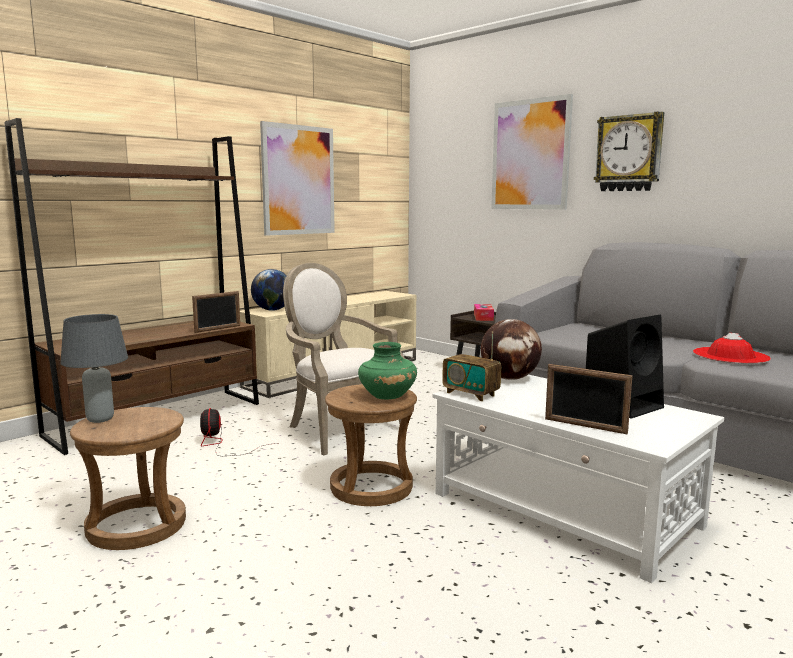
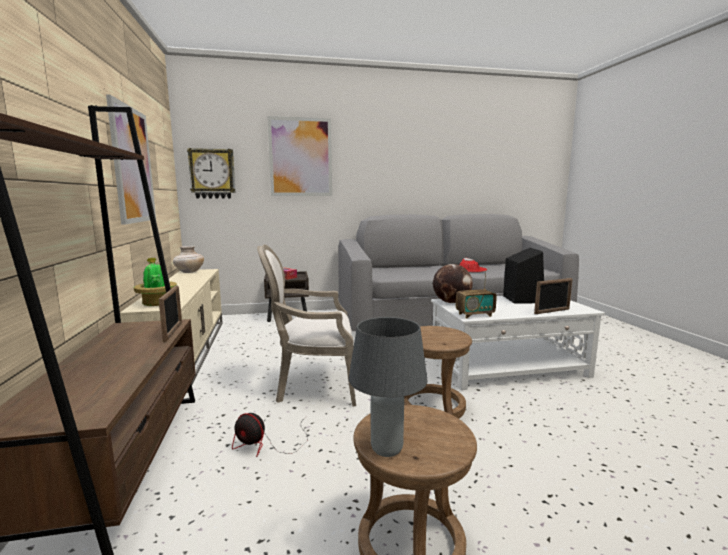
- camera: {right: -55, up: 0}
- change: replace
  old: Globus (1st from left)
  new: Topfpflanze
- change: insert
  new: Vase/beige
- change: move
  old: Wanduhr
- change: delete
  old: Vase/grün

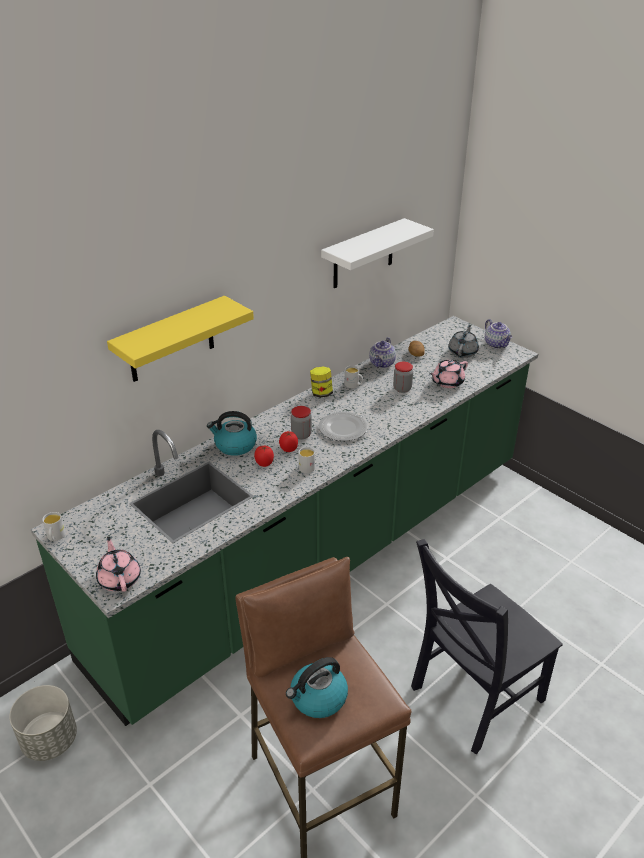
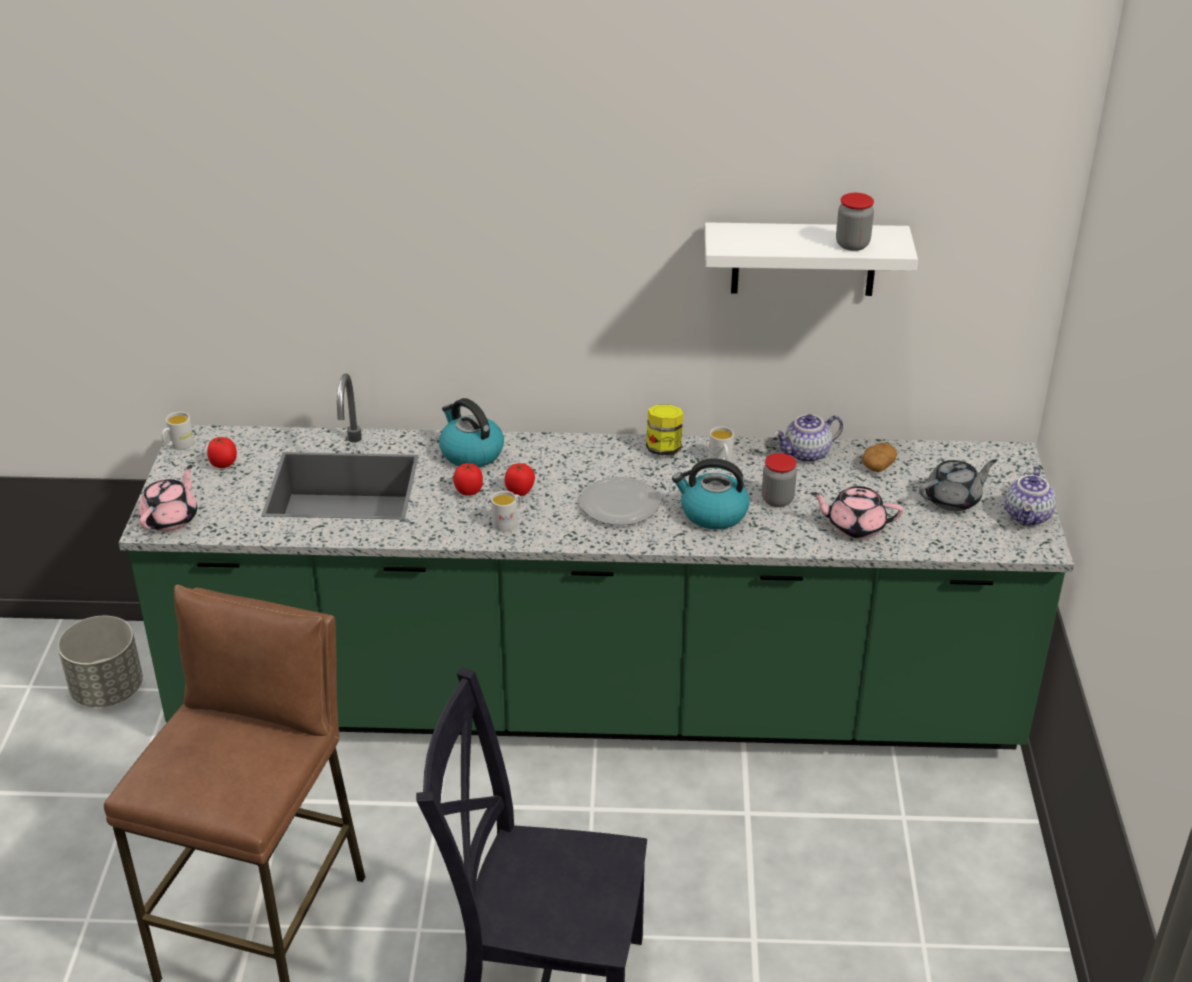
- camera: {right: 45, up: 0}
- change: insert
  new: Tomate (1st from left)
- change: move
  old: Wasserkessel (2nd from left)
- change: move
  old: Vorratsglas (1st from left in the first image)
  new: Vorratsglas (3rd from left)
- change: delete
  old: Wandregal/gelb

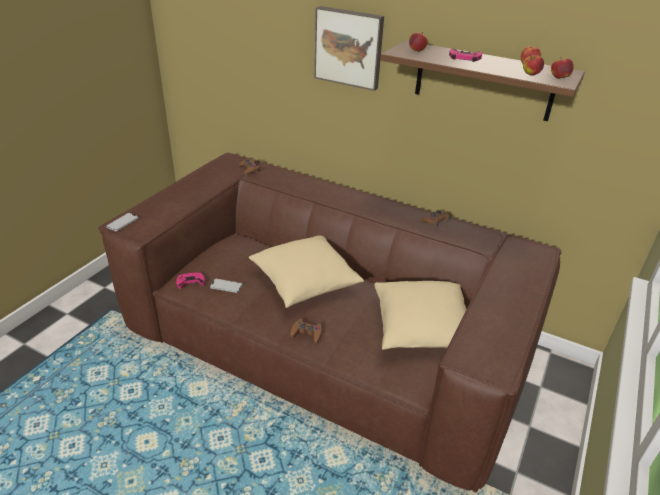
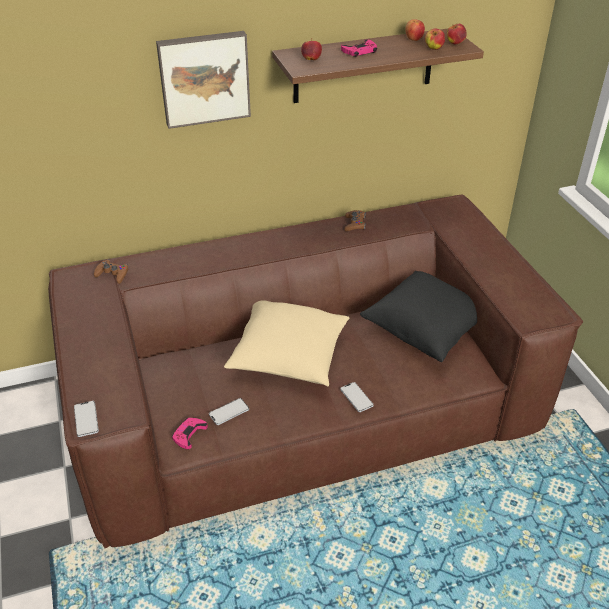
- camera: {right: -45, up: 5}
- change: replace
  old: Gamepad/braun (2nd from left)
  new: Handy (3rd from left)
- change: recolor
  old: Kissen/beige (2nd from left)
  new: Kissen/schwarz

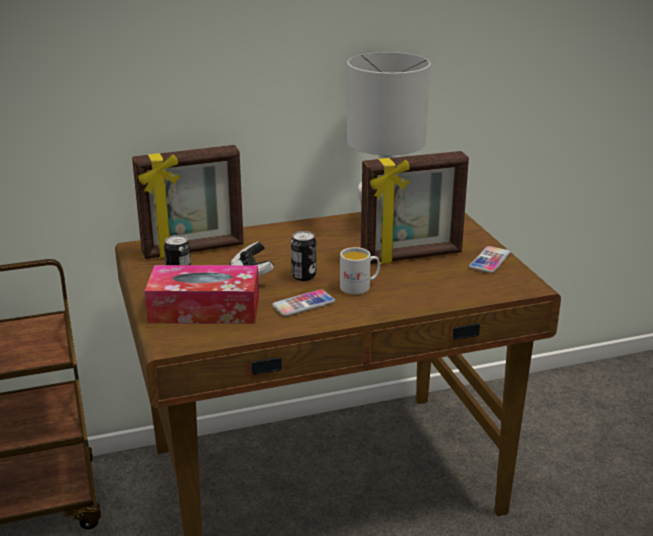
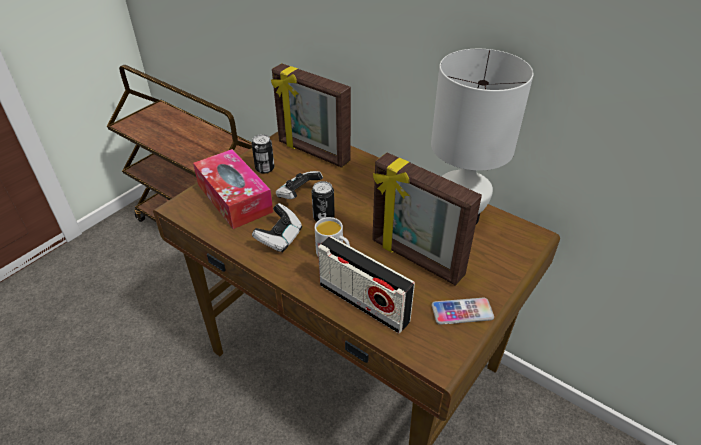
- camera: {right: 55, up: 15}
- change: replace
  old: Handy (1st from left)
  new: Gamepad (1st from left)
- change: insert
  new: Radio

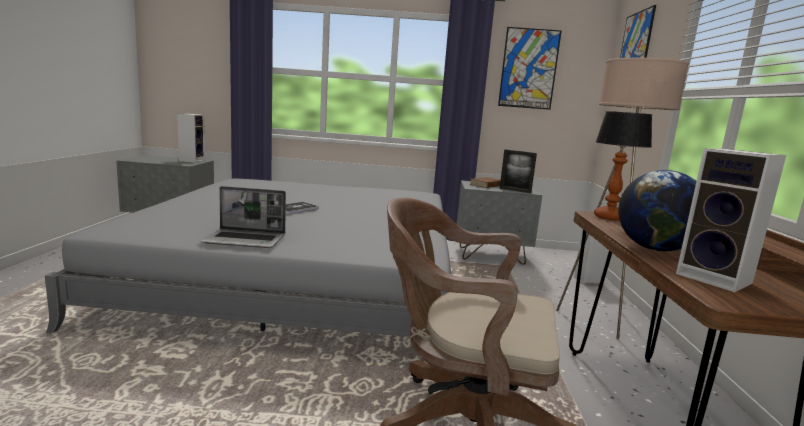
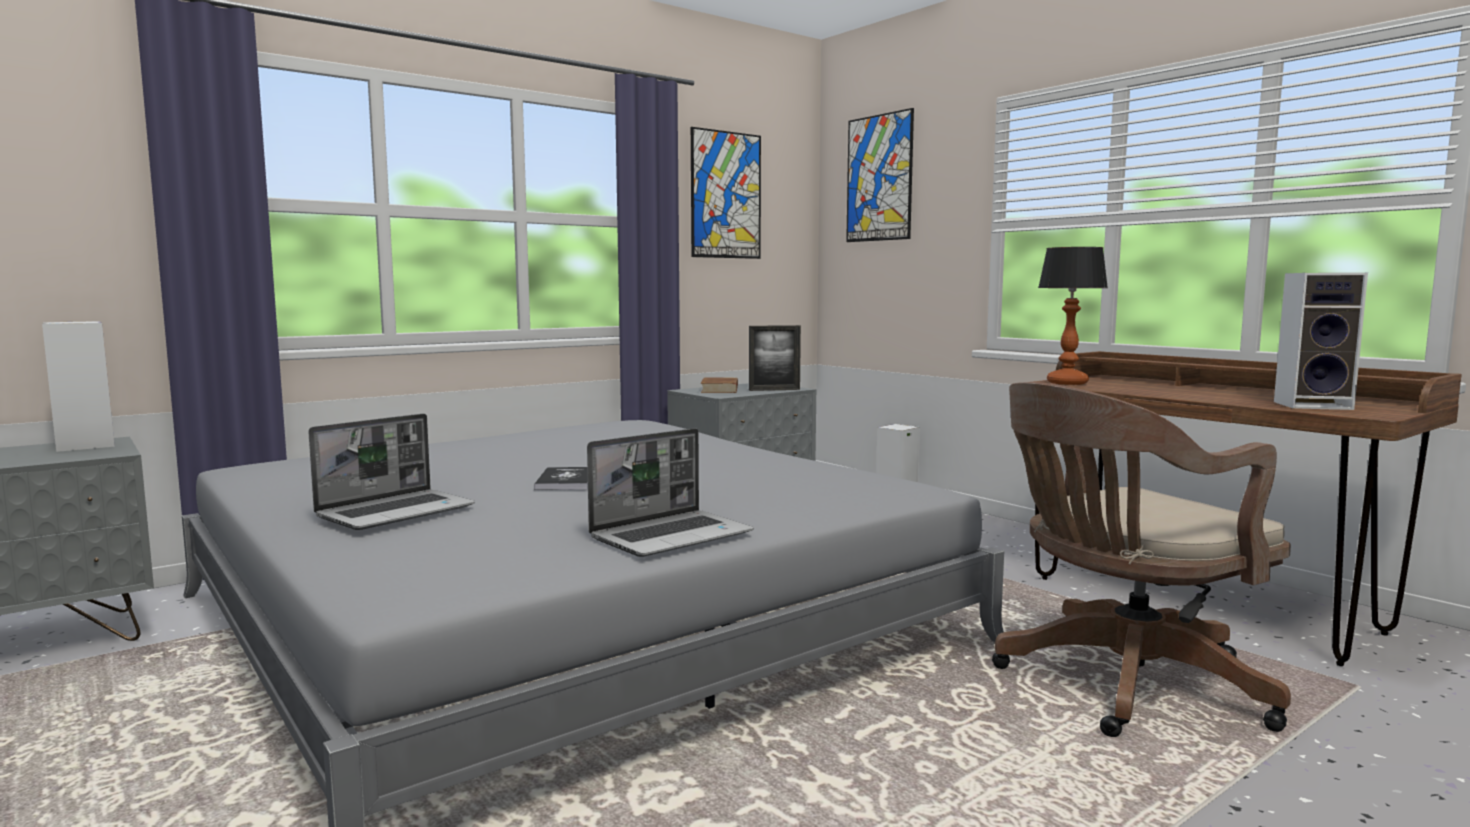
- camera: {right: -40, up: -5}
- change: insert
  new: Laptop (1st from left)
- change: delete
  old: Stehlampe/beige
- change: delete
  old: Globus

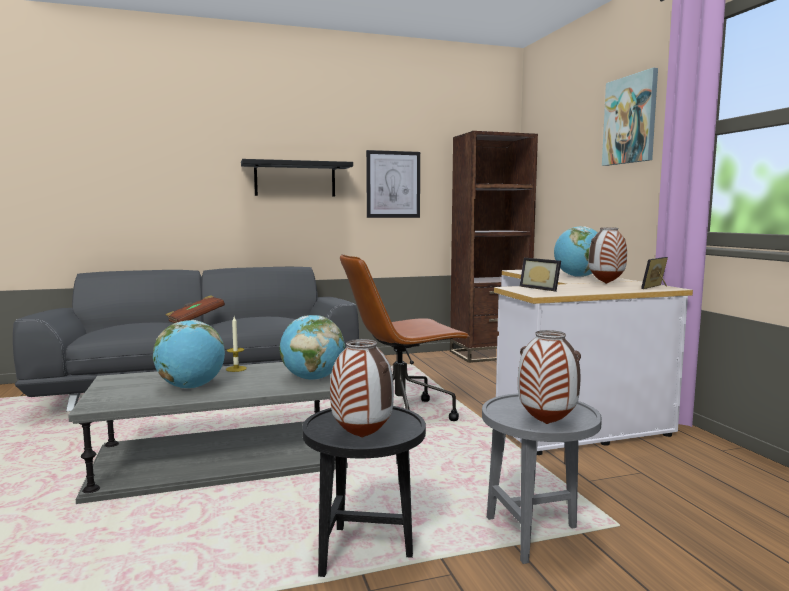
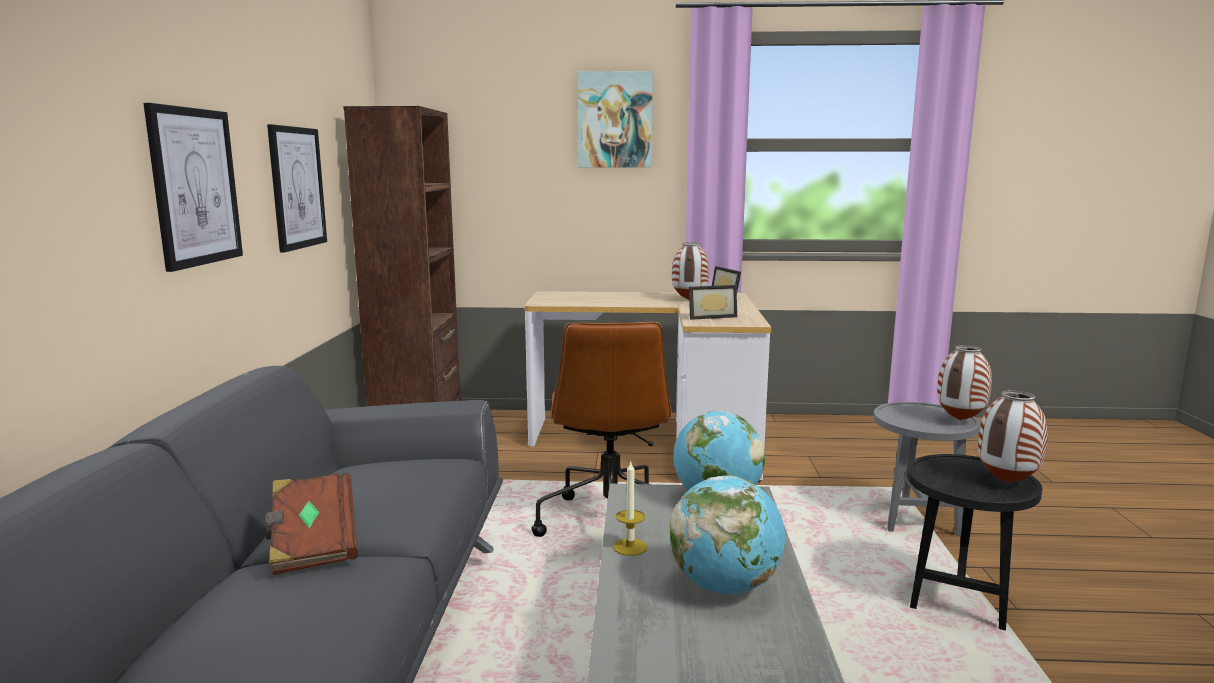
- camera: {right: -70, up: 5}
- change: replace
  old: Wandregal/schwarz
  new: Bild (1st from left)
- change: delete
  old: Globus (3rd from left)

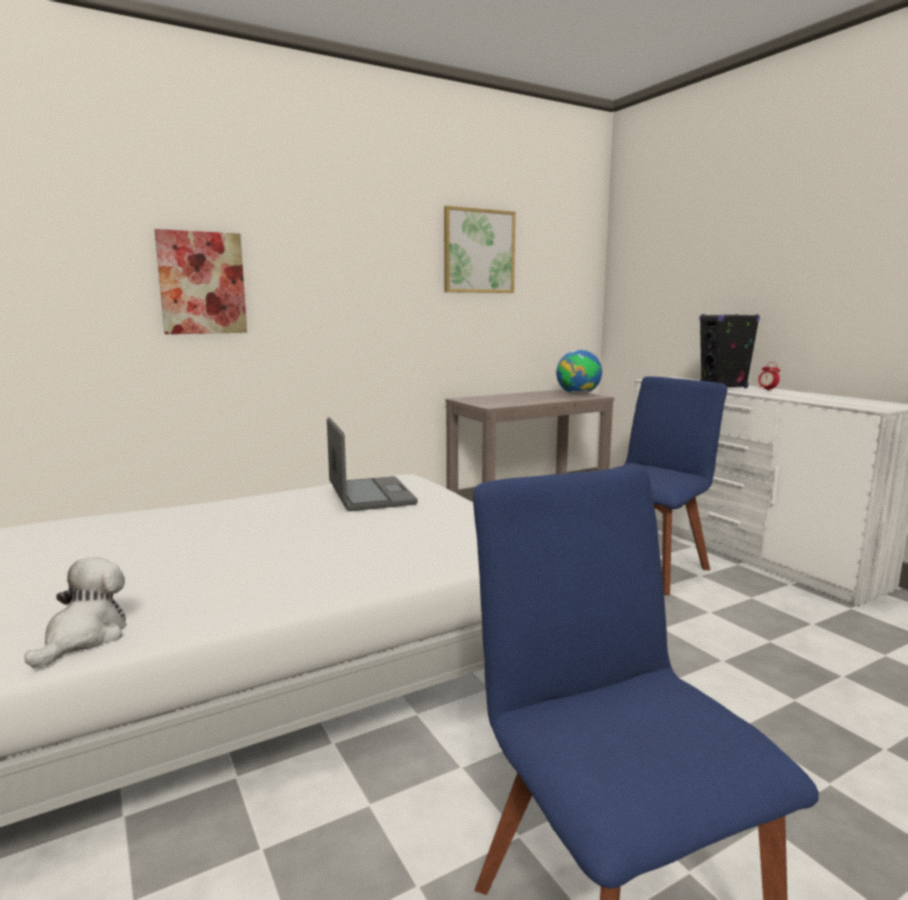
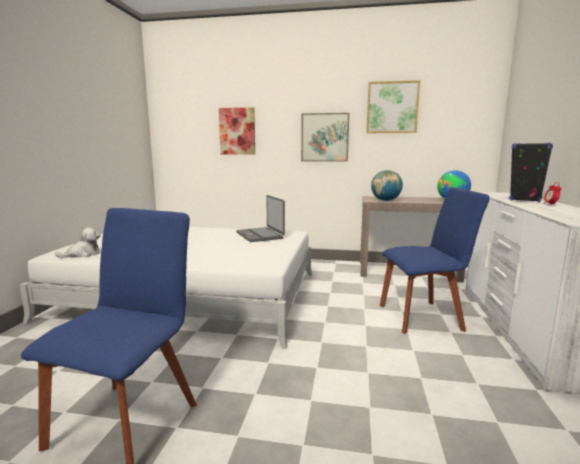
- camera: {right: 40, up: 0}
- change: rotate
  old: Laptop
  degrees: 135
- change: insert
  new: Bild (2nd from left)
- change: insert
  new: Globus (1st from left)

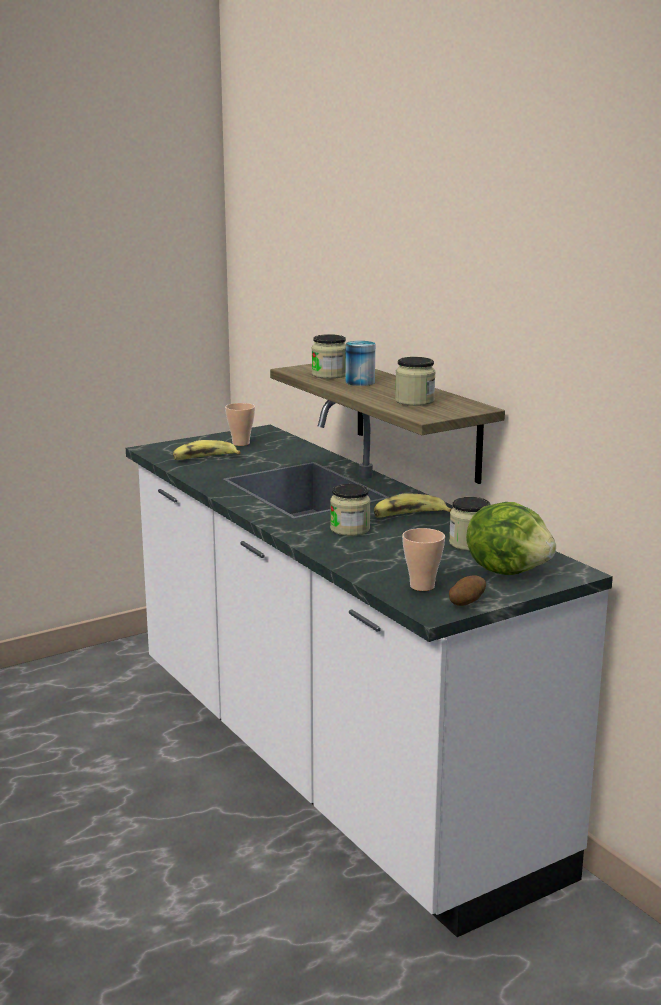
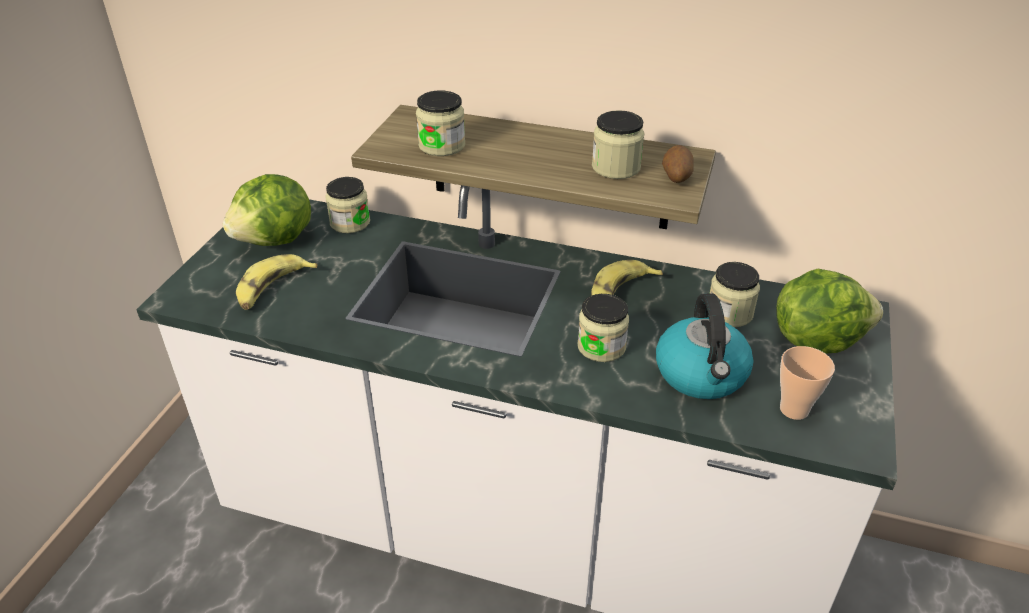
- camera: {right: -40, up: 20}
- change: replace
  old: Tasse (1st from left)
  new: Salatkopf (1st from left)
- change: insert
  new: Vorratsglas (1st from left)
- change: insert
  new: Wasserkessel
- change: move
  old: Kartoffel
- change: delete
  old: Dose

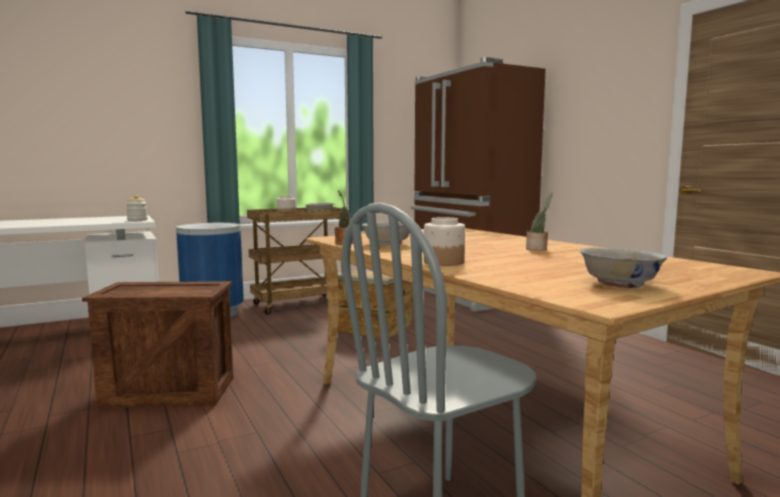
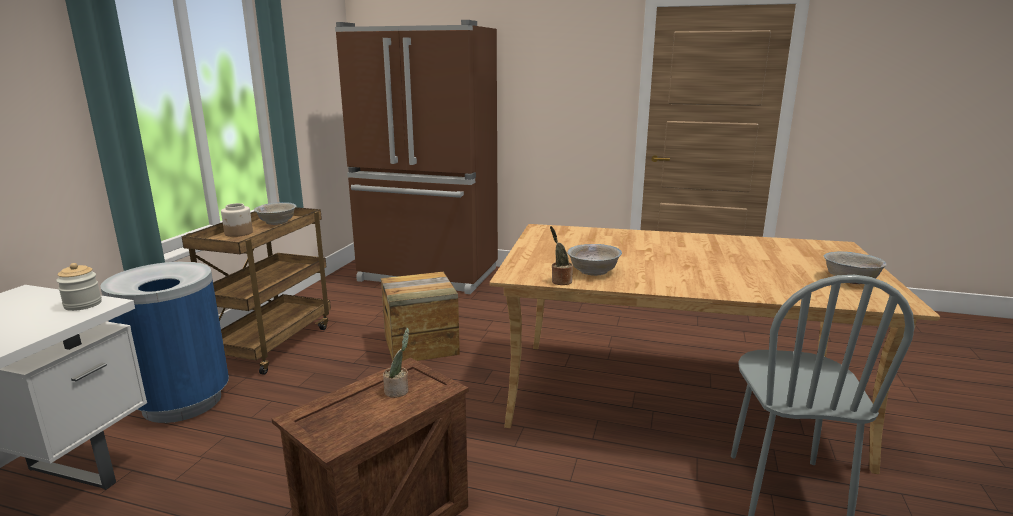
- camera: {right: -45, up: 10}
- change: move
  old: Topfpflanze (2nd from left in the first image)
  new: Topfpflanze (1st from left)
- change: delete
  old: Vorratsglas (3rd from left)

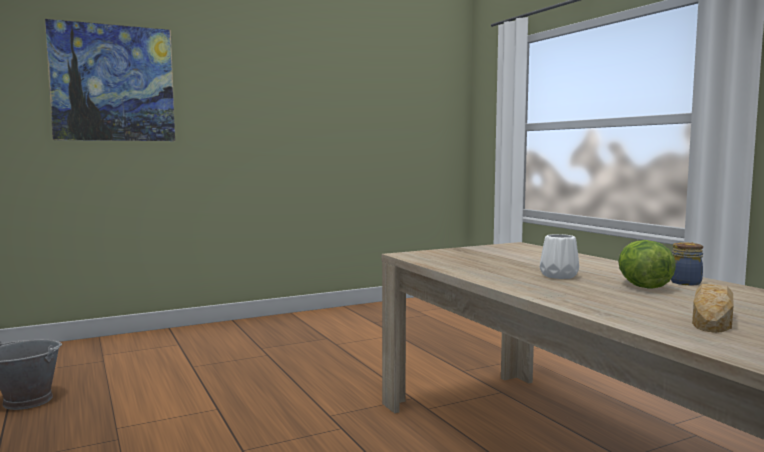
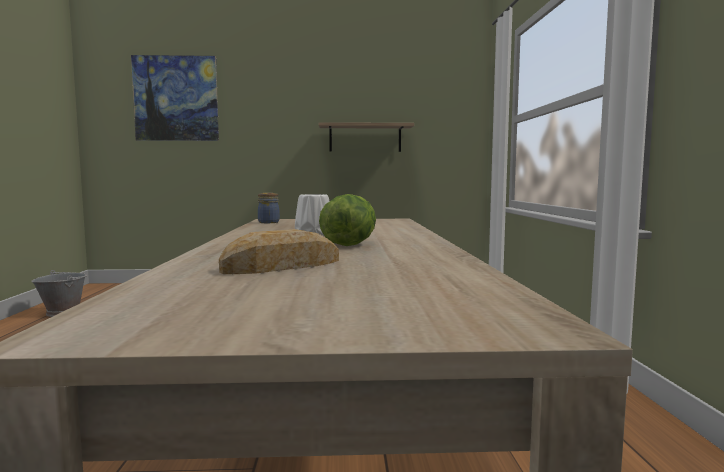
- camera: {right: 25, up: 0}
- change: move
  old: Vorratsglas
- change: insert
  new: Wandregal

